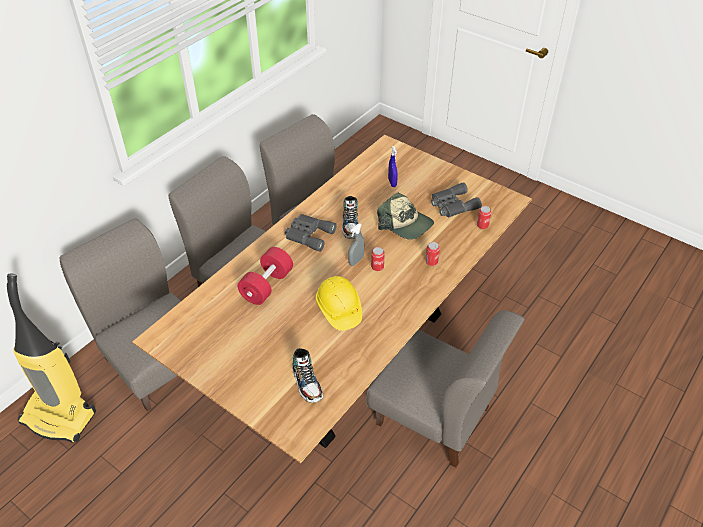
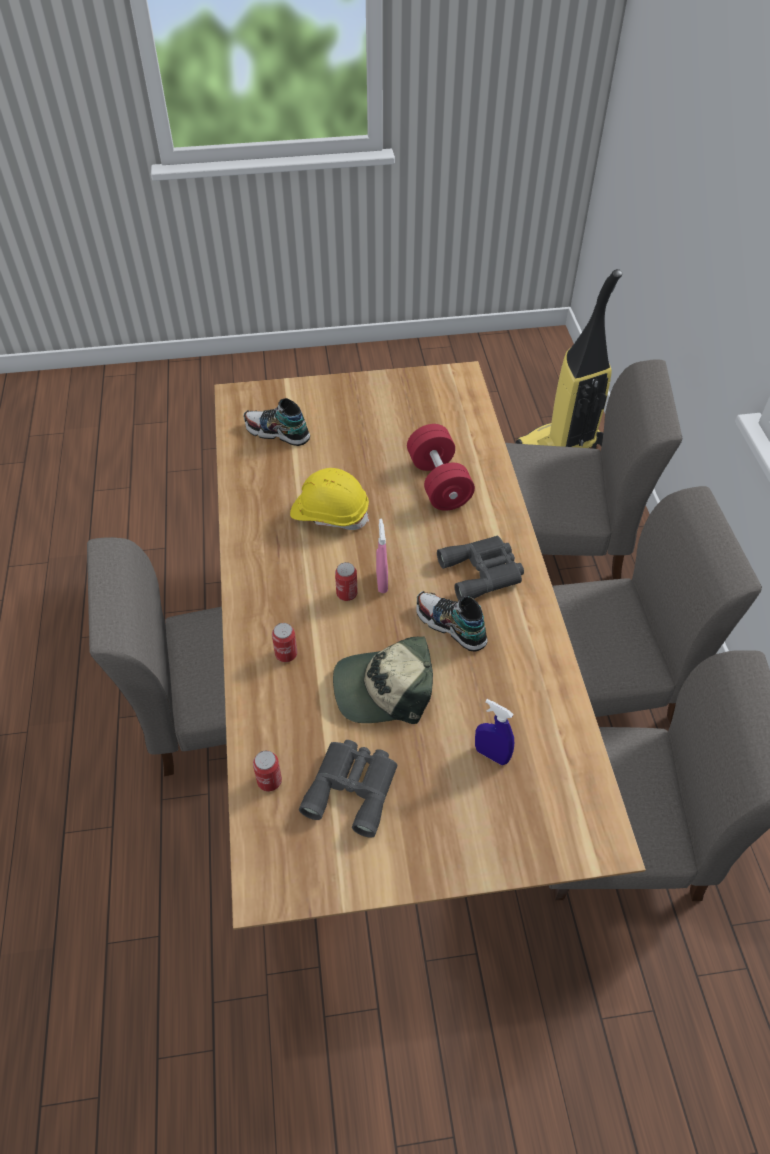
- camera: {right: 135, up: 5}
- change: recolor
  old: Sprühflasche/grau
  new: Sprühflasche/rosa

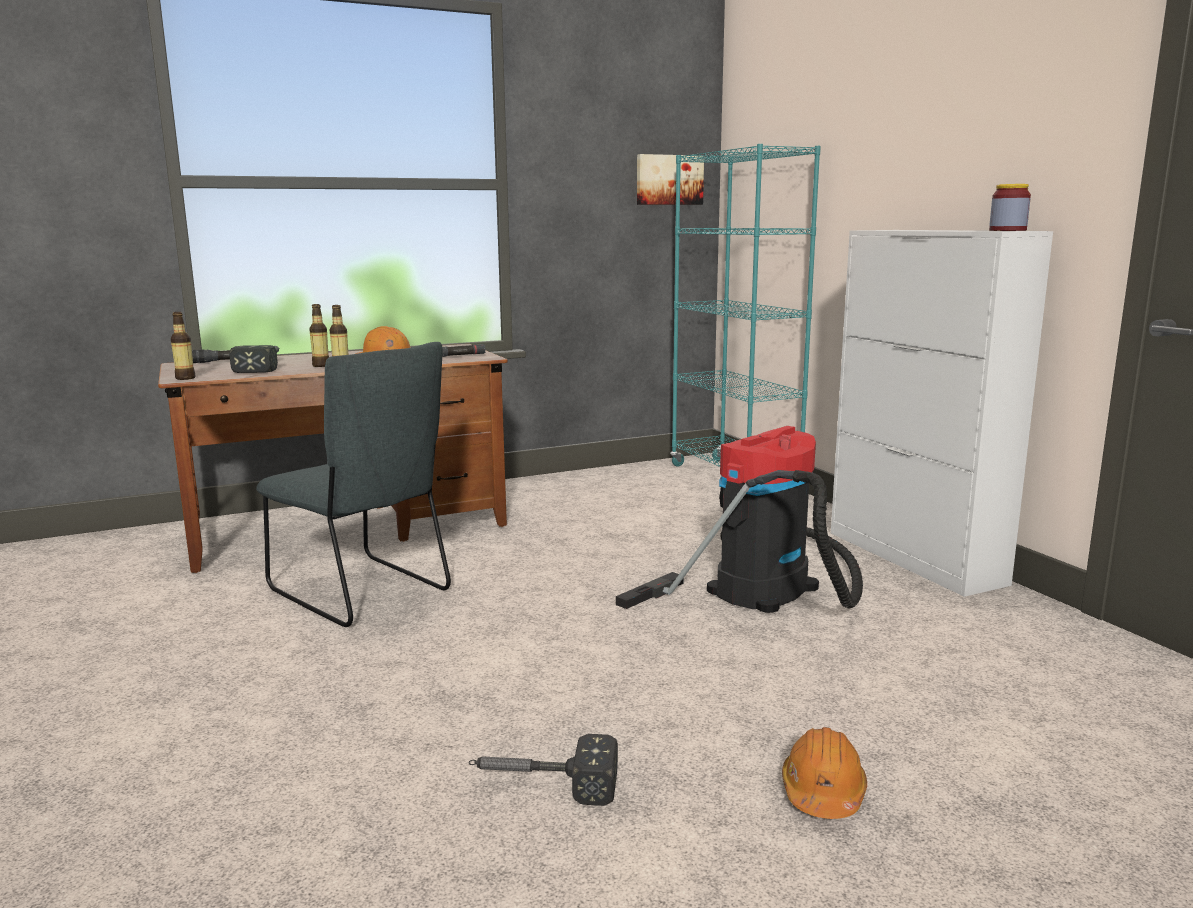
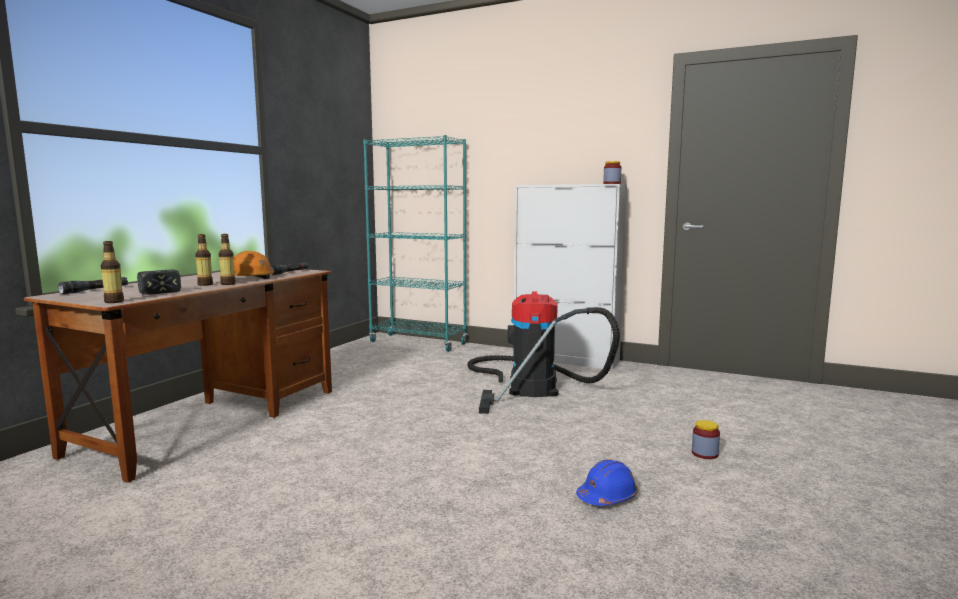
- camera: {right: -40, up: -5}
- change: replace
  old: Hammer (2nd from left)
  new: Schutzhelm/blau
- change: replace
  old: Schutzhelm/orange (2nd from left)
  new: Vorratsglas (2nd from left)
- change: delete
  old: Stuhl/grau
- change: delete
  old: Bild

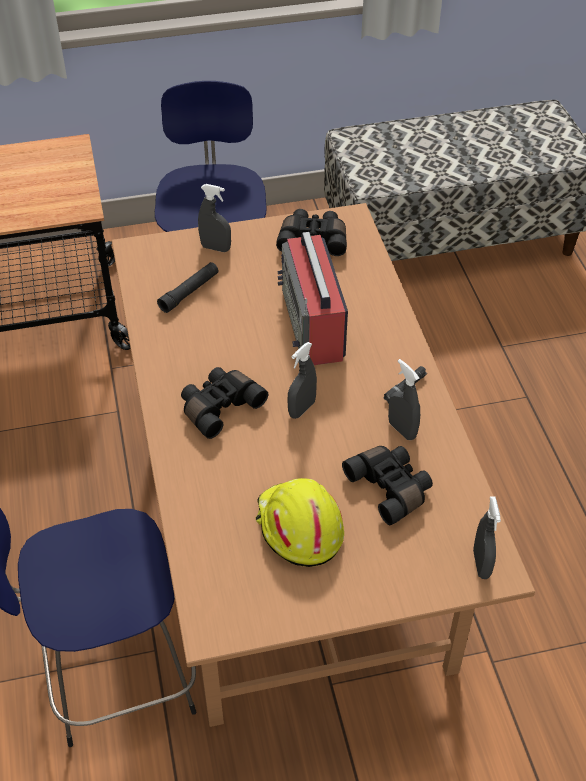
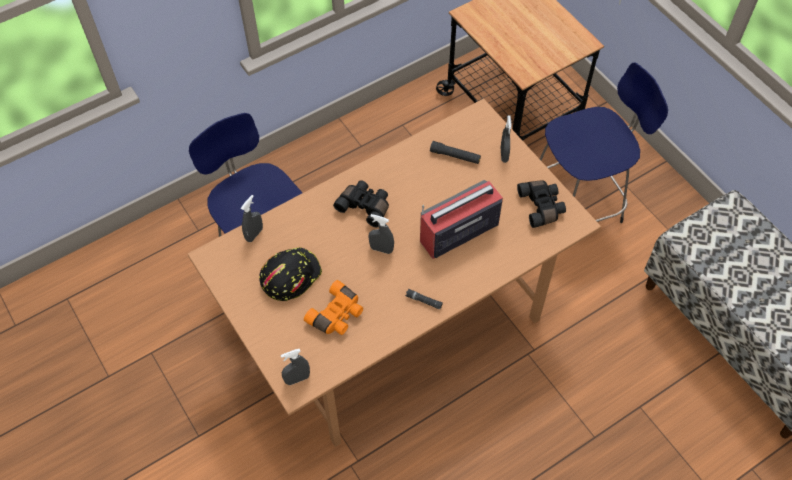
- camera: {right: 70, up: 10}
- change: move
  old: Sprühflasche/grau (3rd from left in the first image)
  new: Sprühflasche/grau (1st from left)
- change: recolor
  old: Schutzhelm/gelb
  new: Schutzhelm/schwarz
- change: recolor
  old: Fernglas/schwarz (3rd from left)
  new: Fernglas/orange

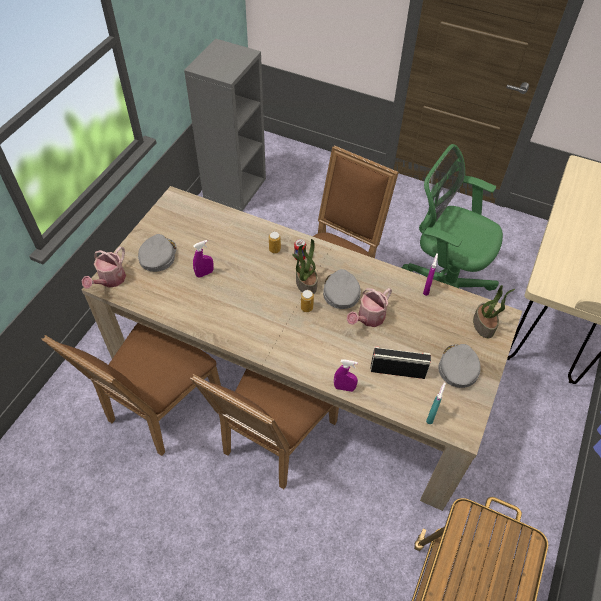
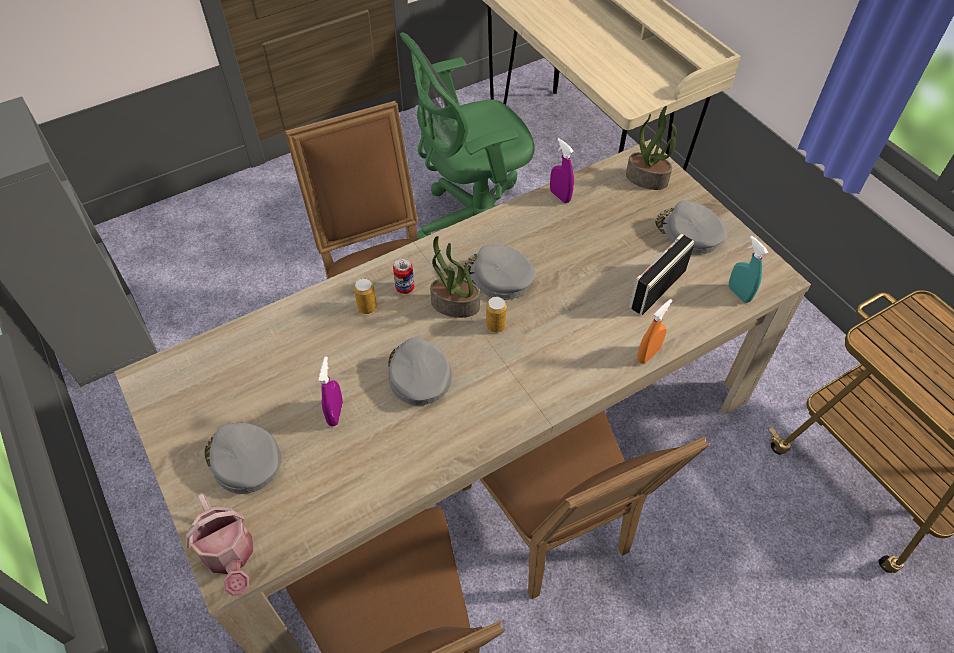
- camera: {right: -55, up: 0}
- change: insert
  new: Kappe/grau (2nd from left)
- change: recolor
  old: Sprühflasche/lila (2nd from left)
  new: Sprühflasche/orange
- change: delete
  old: Gießkanne (2nd from left)

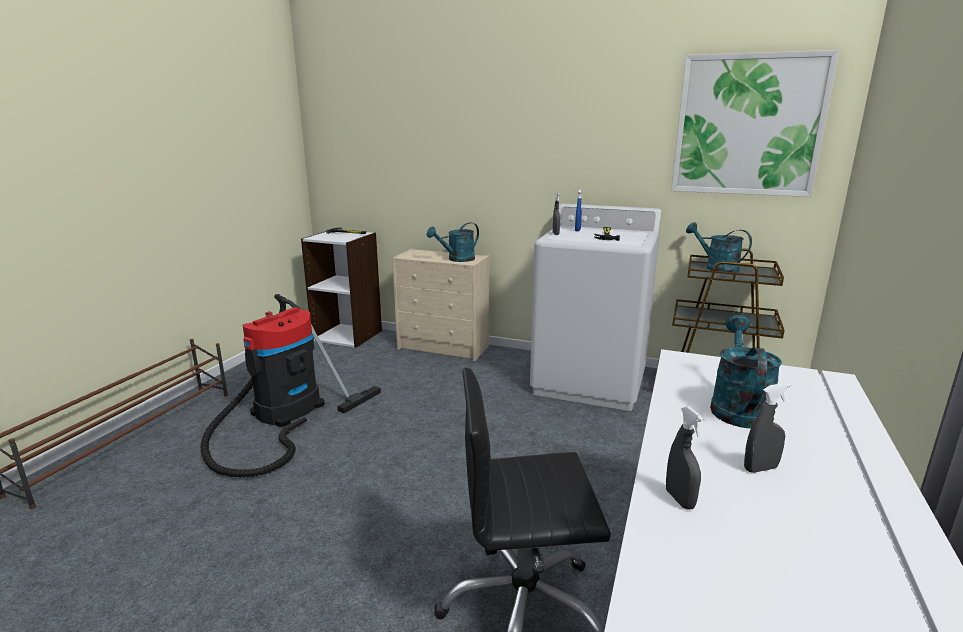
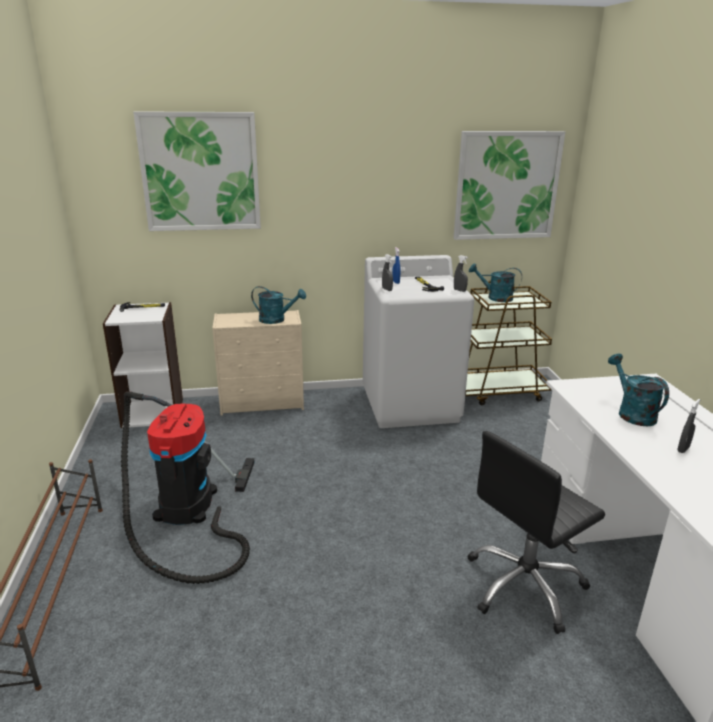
- camera: {right: -30, up: 5}
- change: insert
  new: Bild (1st from left)
- change: rotate
  old: Gießkanne/türkis (1st from left)
  degrees: -105
- change: move
  old: Sprühflasche/grau (2nd from left)

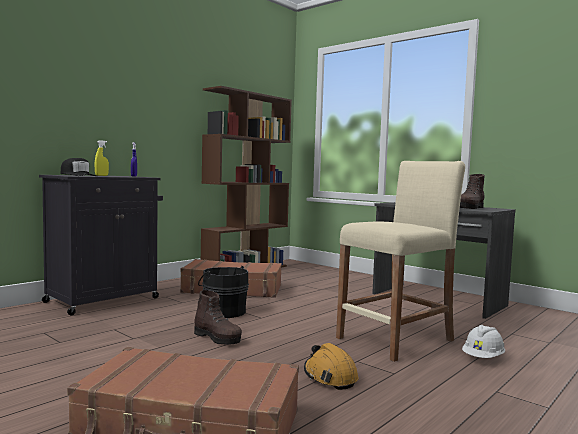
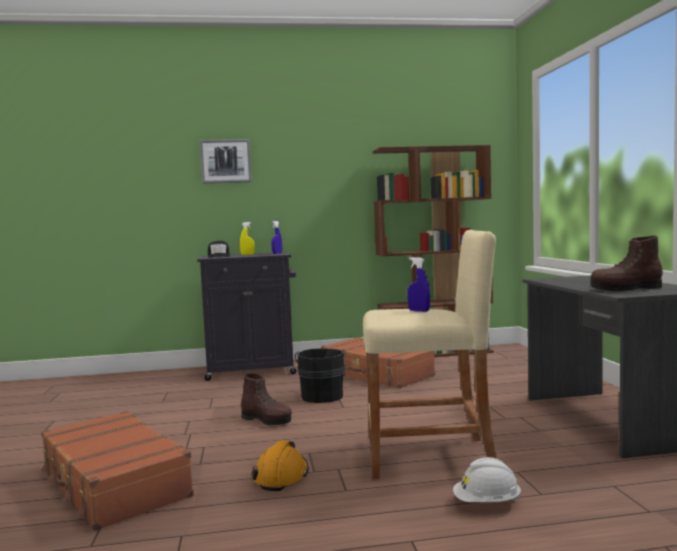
- camera: {right: 40, up: 0}
- change: insert
  new: Bild
- change: rotate
  old: Stiefel/braun (1st from left)
  degrees: -45
- change: insert
  new: Sprühflasche/blau (2nd from left)

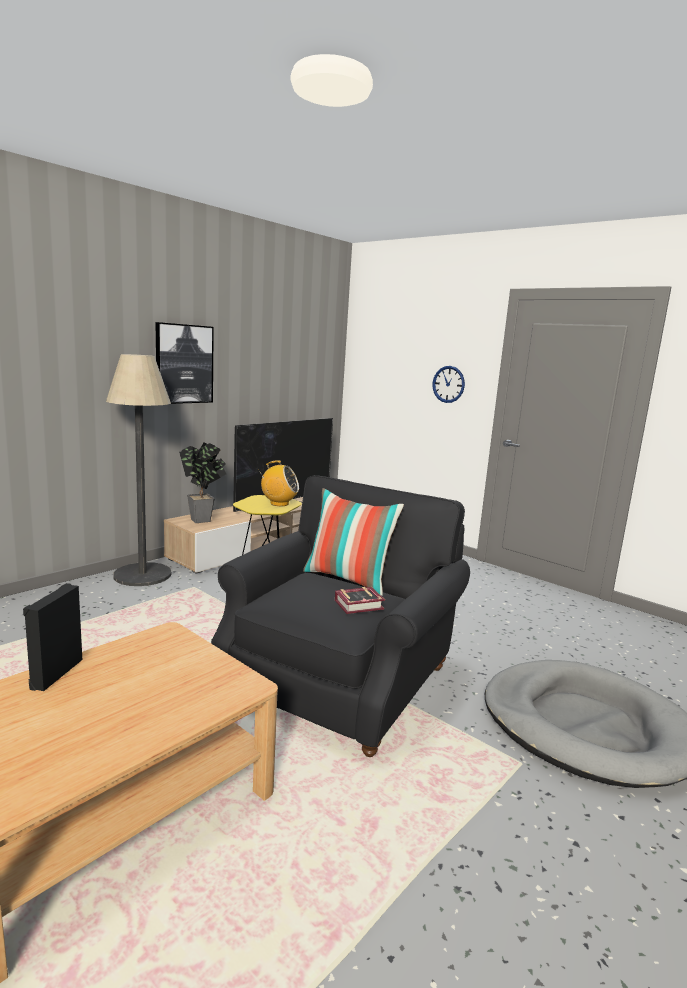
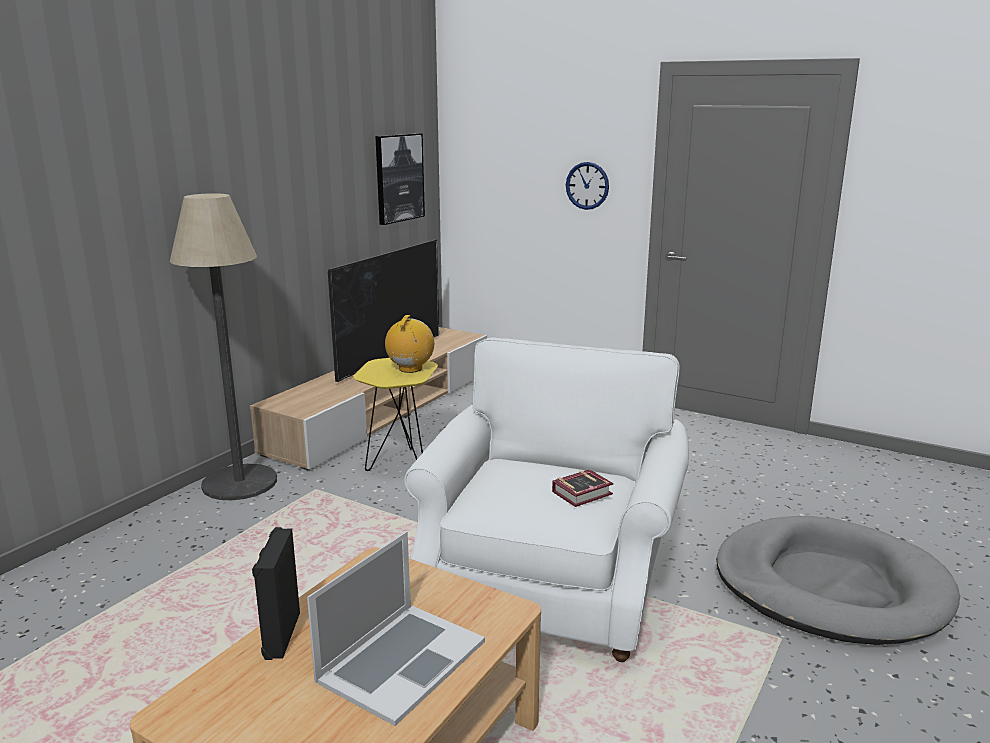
- camera: {right: -10, up: 5}
- change: insert
  new: Laptop
- change: move
  old: Bild
- change: rotate
  old: Radio
  degrees: -75
- change: recolor
  old: Sessel/schwarz
  new: Sessel/weiß
- change: delete
  old: Topfpflanze
- change: delete
  old: Kissen

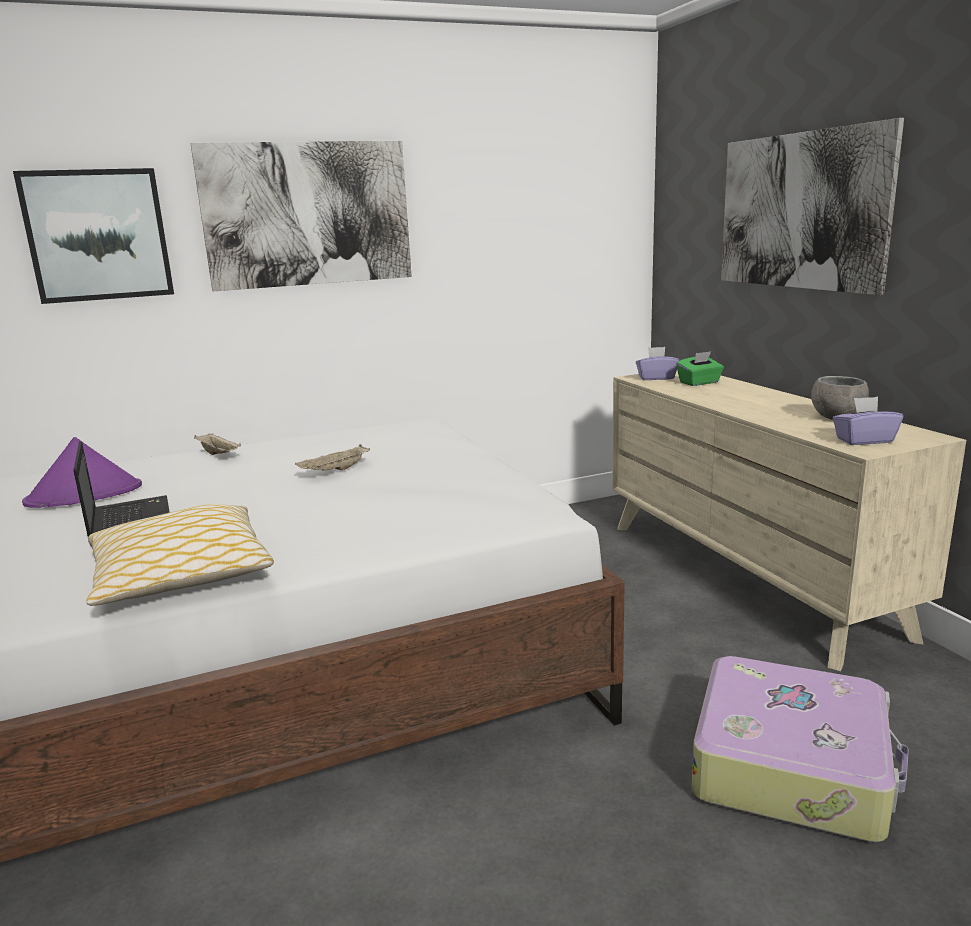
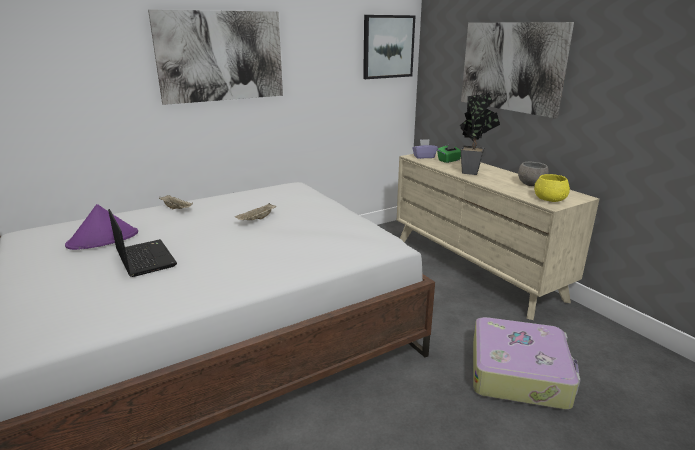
- camera: {right: -10, up: 5}
- change: move
  old: Bild (1st from left in the first image)
  new: Bild (2nd from left)
- change: insert
  new: Topfpflanze
- change: replace
  old: Taschentuchbox/lila (2nd from left)
  new: Schüssel/gelb
- change: delete
  old: Kissen

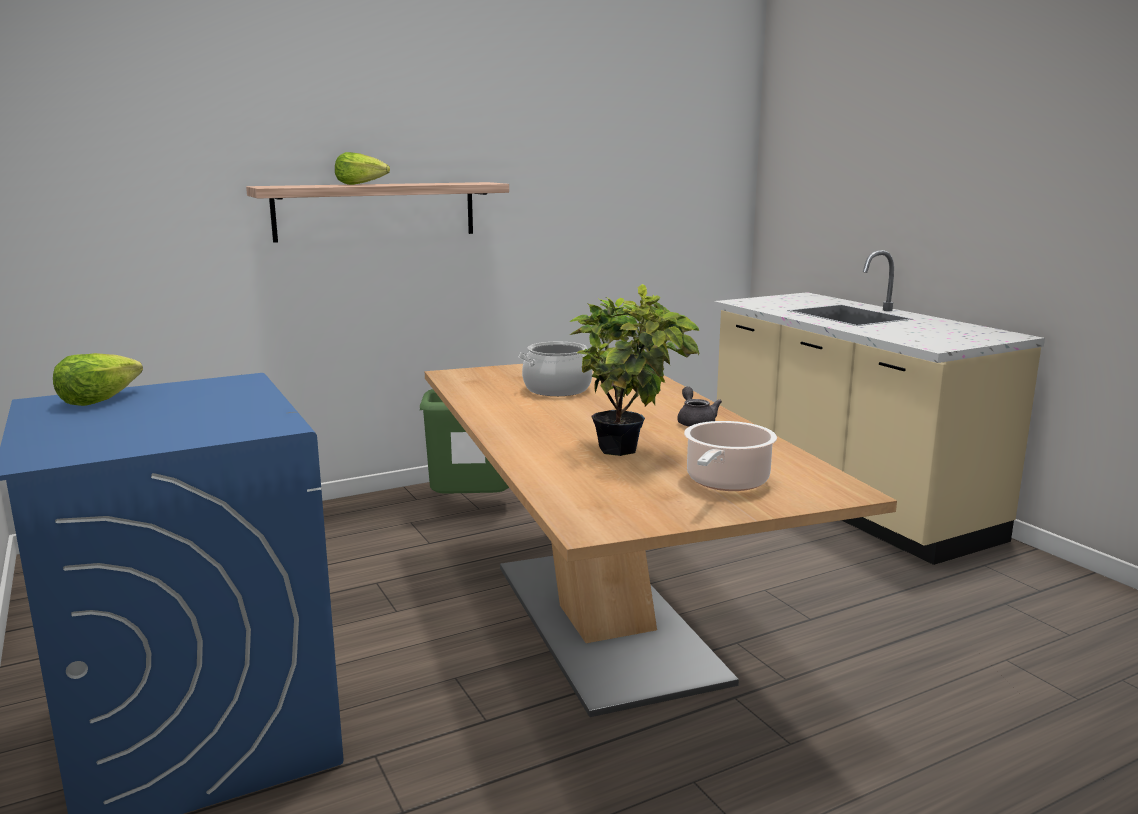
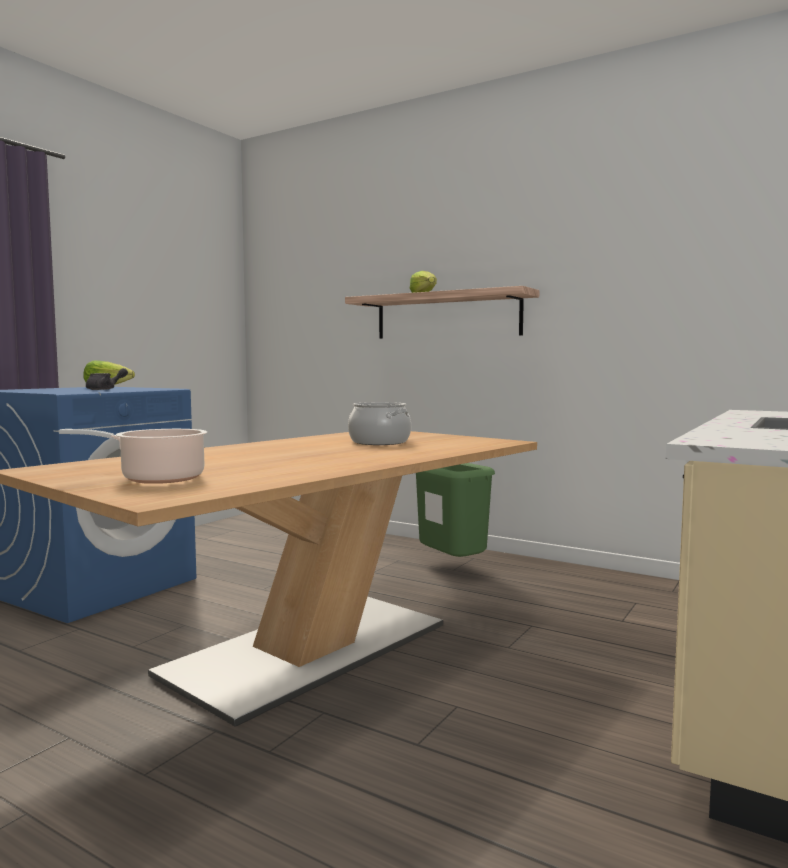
- camera: {right: 60, up: -10}
- change: move
  old: Teekanne/grau
- change: delete
  old: Topfpflanze

